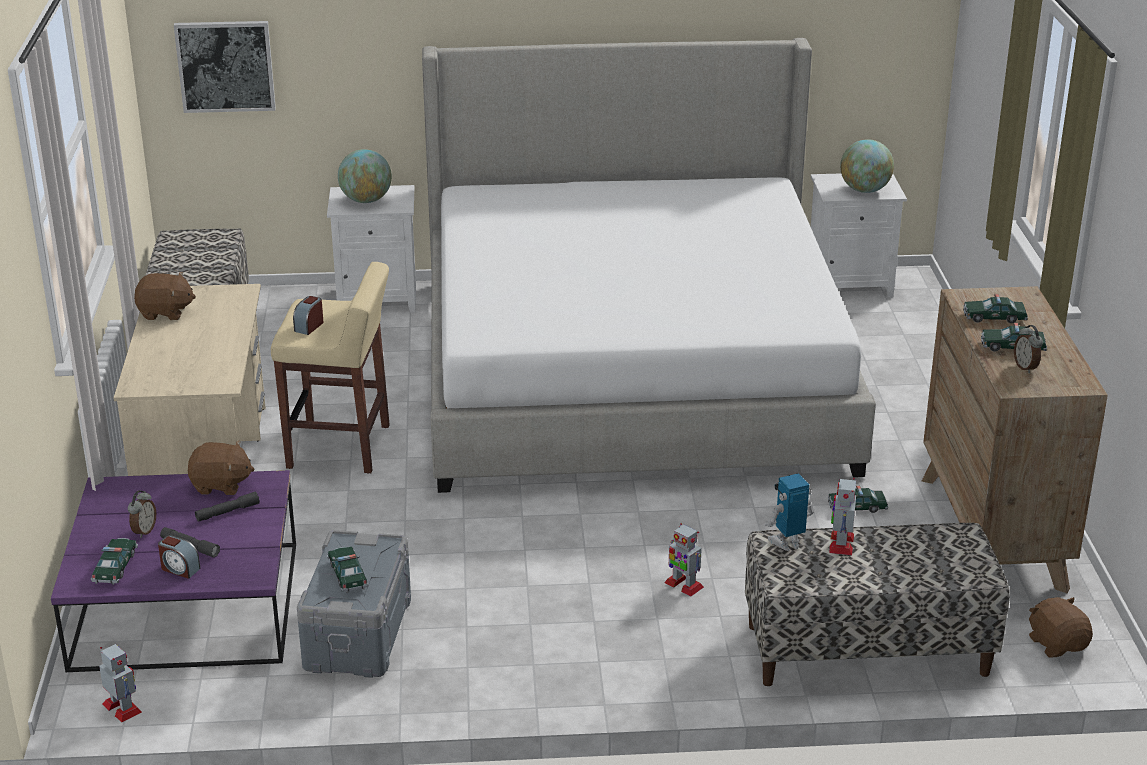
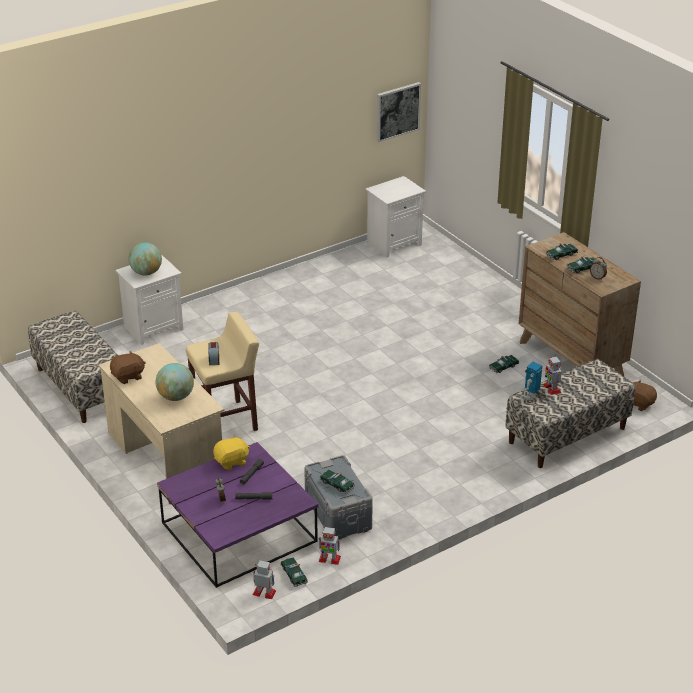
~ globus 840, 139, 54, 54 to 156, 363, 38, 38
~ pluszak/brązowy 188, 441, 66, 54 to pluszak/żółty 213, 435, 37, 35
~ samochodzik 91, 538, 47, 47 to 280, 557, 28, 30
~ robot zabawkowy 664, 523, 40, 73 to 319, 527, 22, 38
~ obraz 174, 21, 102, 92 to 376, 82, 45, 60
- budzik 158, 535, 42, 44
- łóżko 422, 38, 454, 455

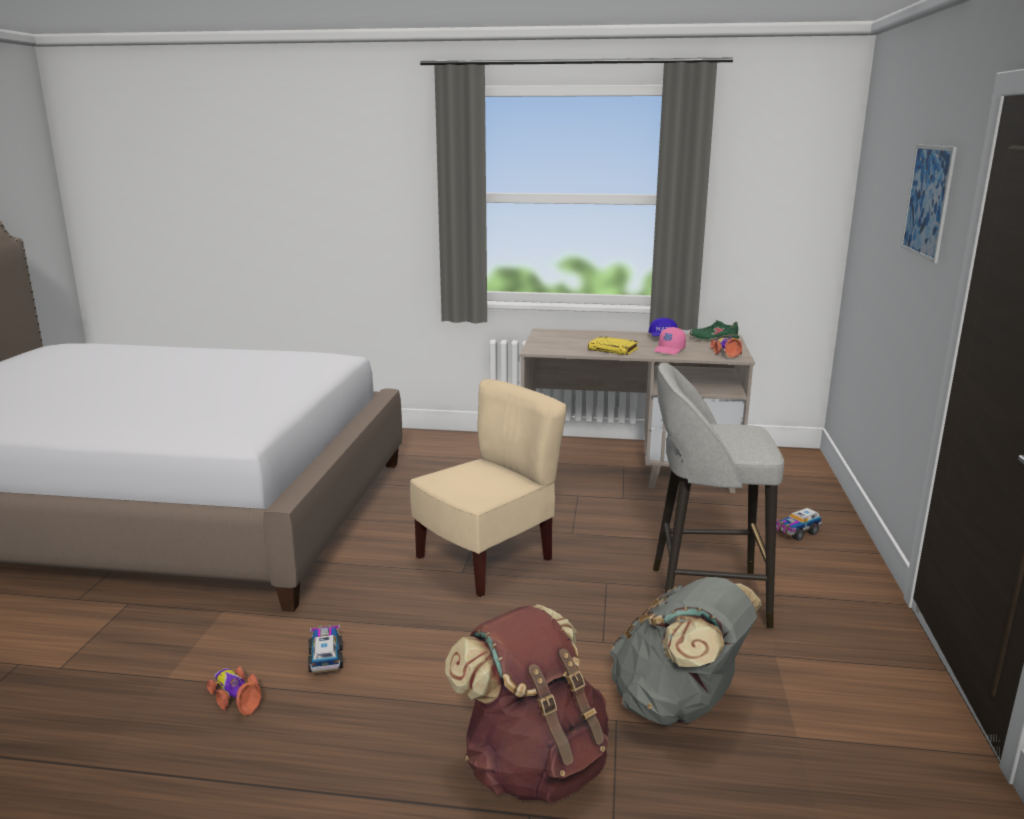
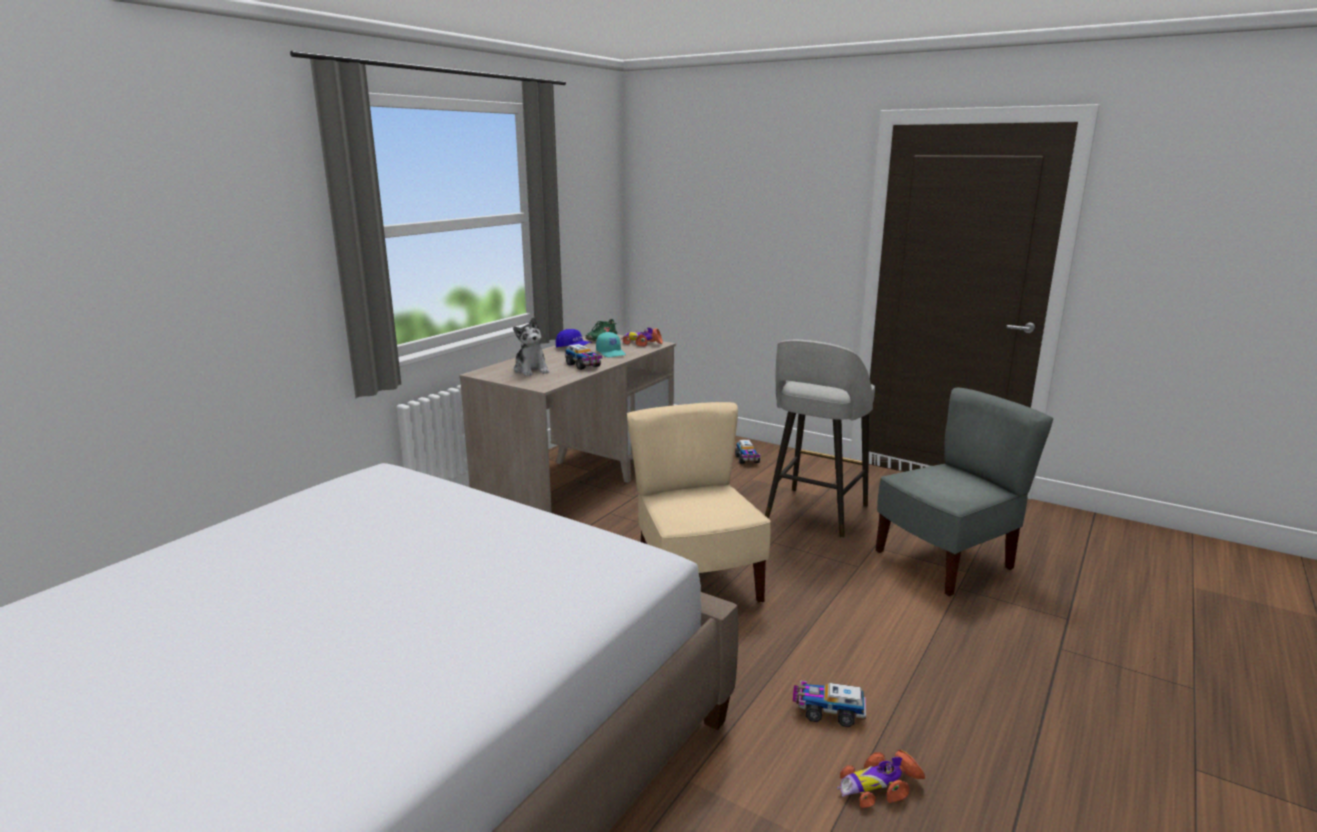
+ pluszak 513, 317, 36, 59
~ książka/żółty 588, 336, 51, 19 to ciężarówka zabawkowa 565, 344, 37, 26
~ czapka z daszkiem/różowy 654, 327, 32, 28 to czapka z daszkiem/turkusowy 596, 332, 30, 25
~ plecak/szary 610, 577, 152, 149 to krzesło/szary 876, 388, 177, 208
- plecak/brązowy 445, 604, 164, 199
- obraz 901, 144, 56, 119

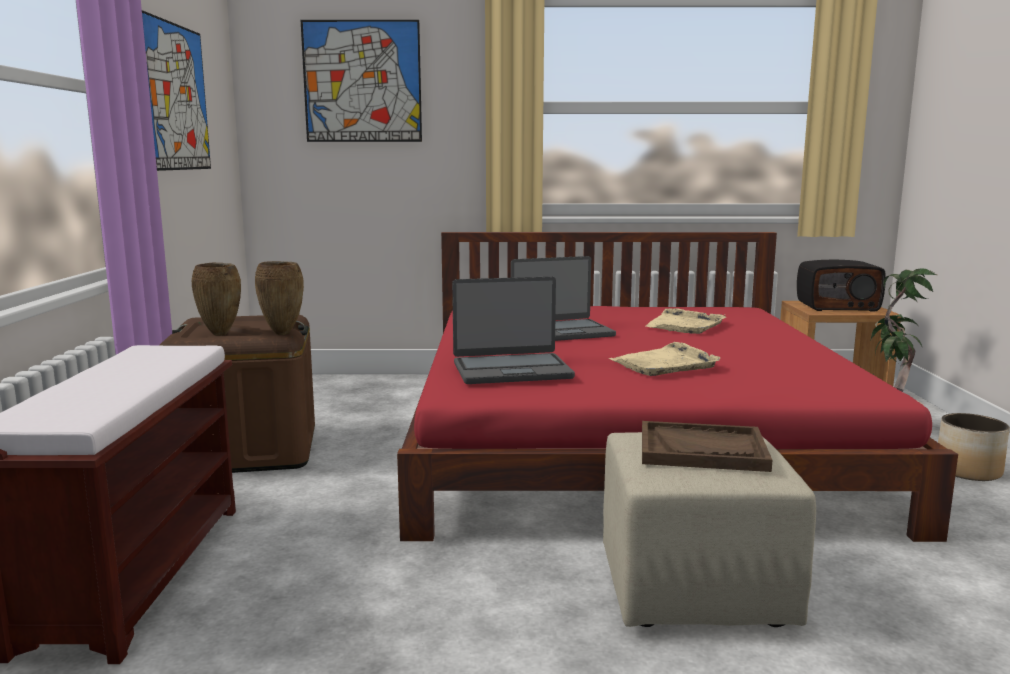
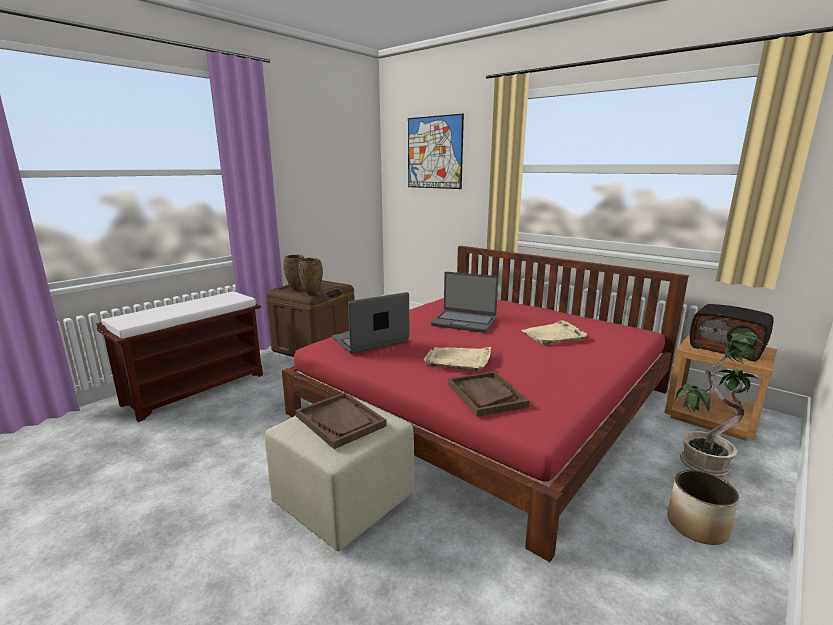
~ laptop 452, 277, 123, 107 = 332, 292, 77, 61 120 degrees clockwise
+ taca/brązowy 448, 371, 81, 46
- obraz 142, 10, 69, 161

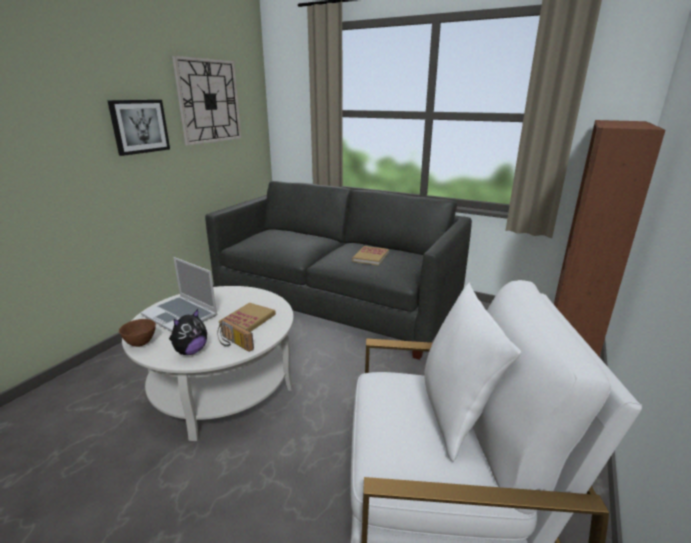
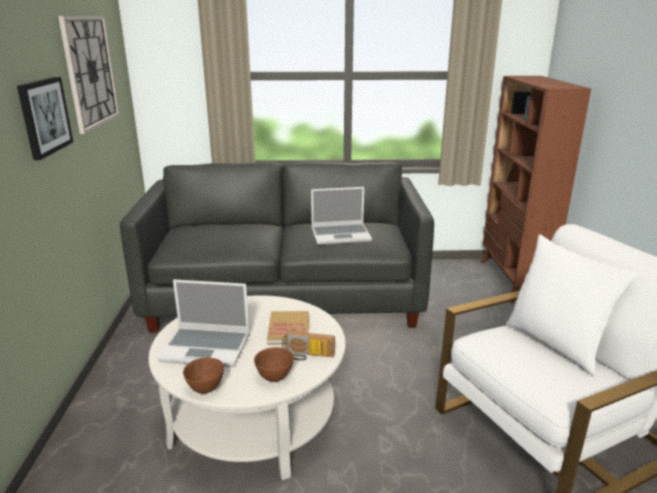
~ pluszak 169, 309, 38, 46 to miska/brązowy 254, 347, 40, 35
~ książka 352, 246, 37, 20 to laptop 311, 187, 61, 58

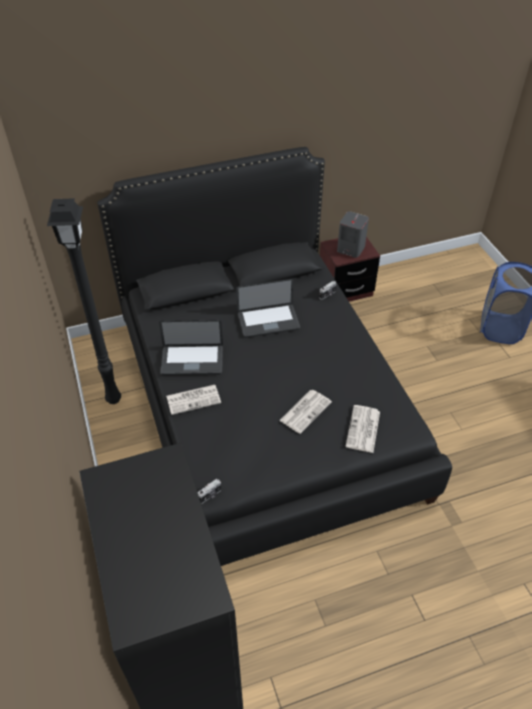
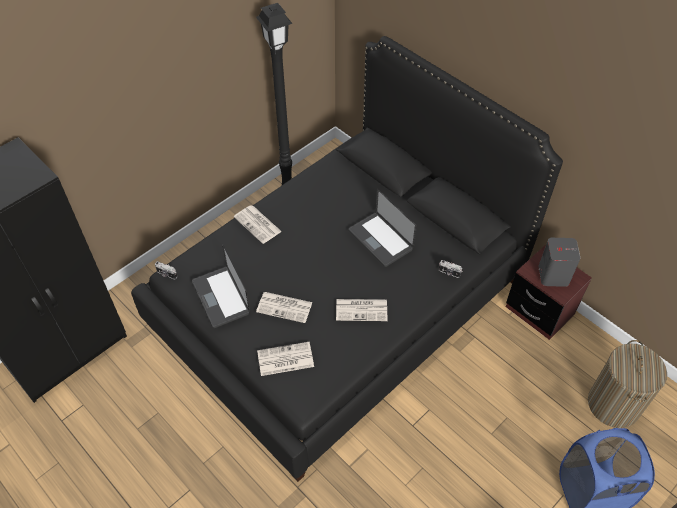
~ laptop 159, 320, 64, 55 to 192, 244, 58, 84
+ gazeta 336, 299, 51, 22
+ kosz na pranie 588, 340, 79, 88

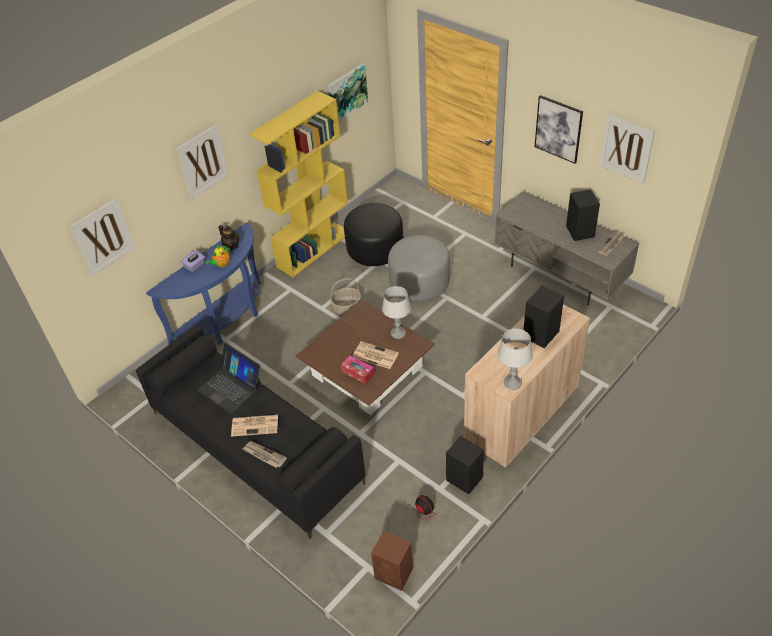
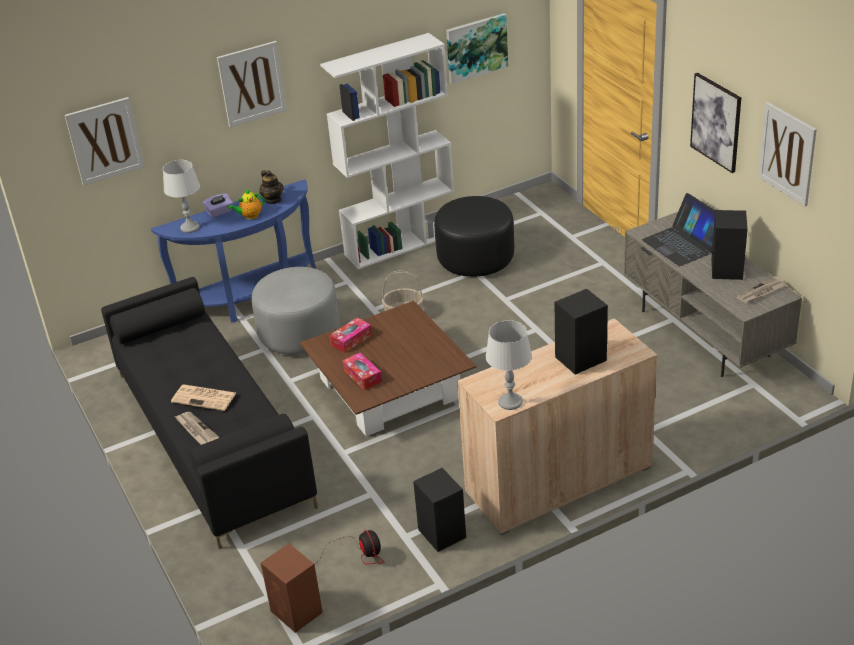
~ lampa stołowa/szary 382, 286, 29, 53 to 163, 160, 37, 73
~ pufa/szary 388, 235, 62, 67 to 251, 267, 89, 88
~ regał/żółty 249, 91, 99, 186 to regał/biały 320, 33, 134, 236
+ pudełko chusteczek 330, 318, 42, 35
~ laptop 197, 343, 65, 70 to 642, 193, 73, 74
- gazeta 353, 341, 46, 28

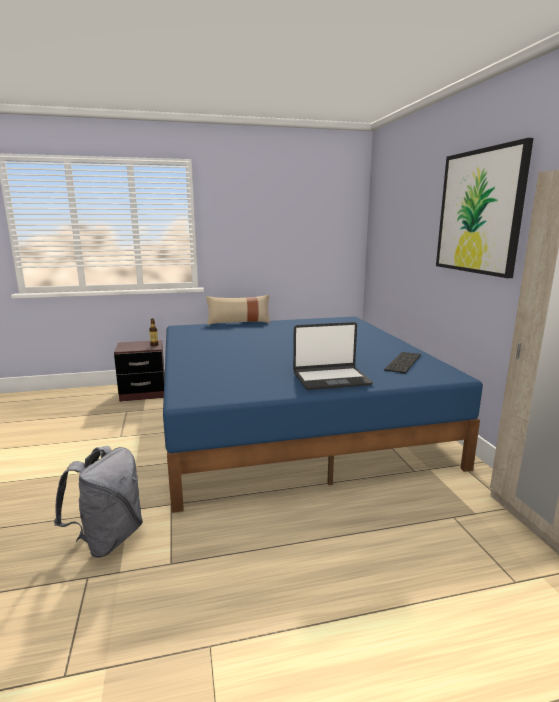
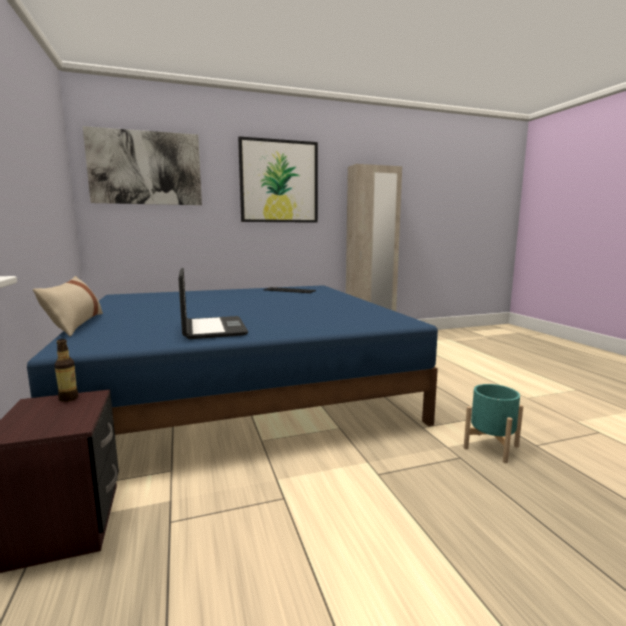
+ obraz 83, 126, 119, 79
~ laptop 293, 322, 80, 68 to 178, 268, 70, 71
~ plecak/szary 54, 446, 89, 112 to donica/turkusowy 464, 384, 59, 79

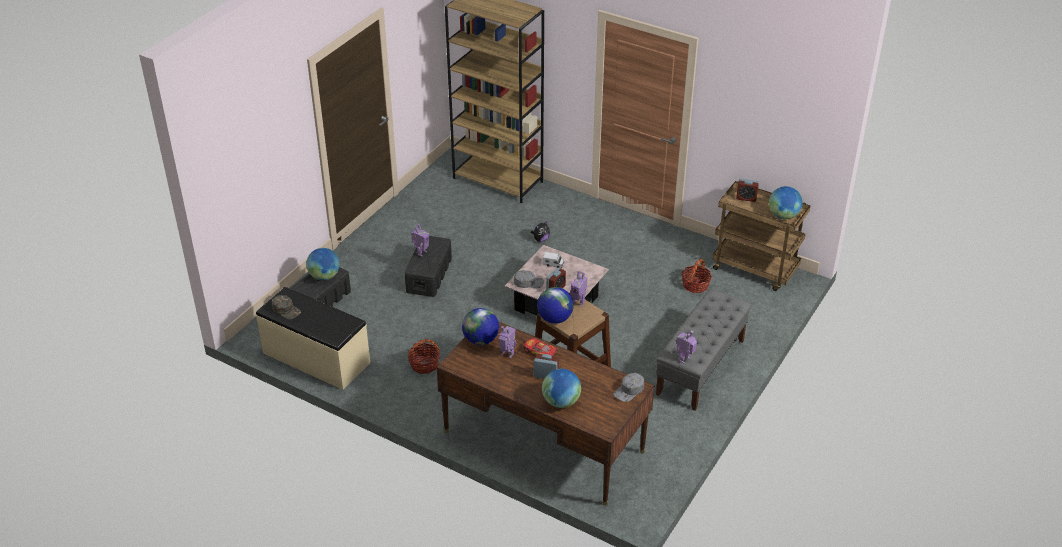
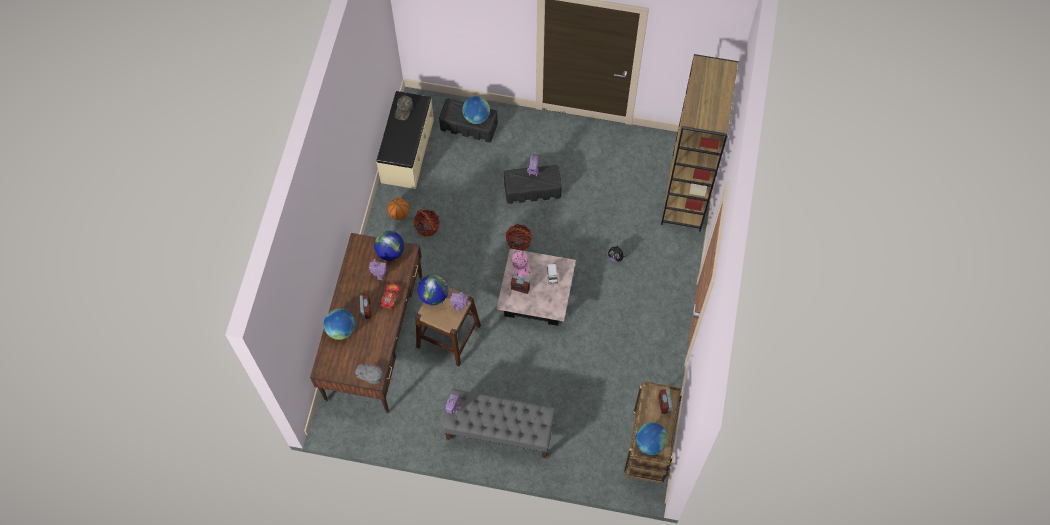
+ piłka do koszykówki 387, 198, 22, 22
~ koszyk 682, 259, 30, 34 to 505, 224, 27, 27
~ czapka z daszkiem/szary 514, 270, 30, 18 to czapka z daszkiem/różowy 512, 251, 18, 26

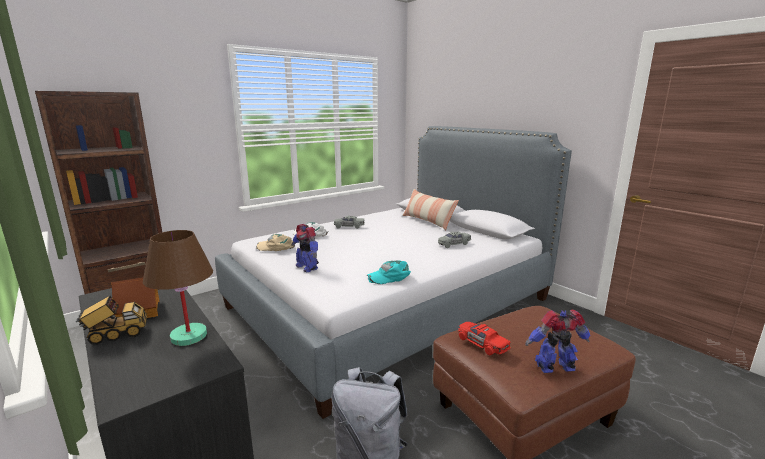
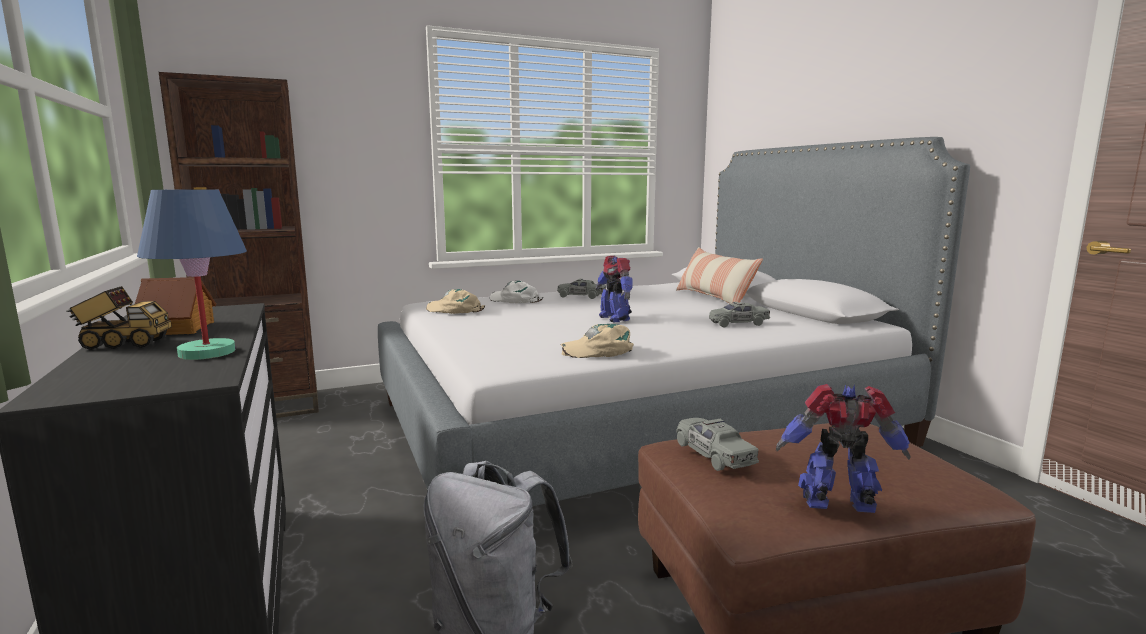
~ lampa stołowa/brązowy 143, 230, 70, 116 to lampa stołowa/niebieski 137, 190, 110, 170
~ czapka z daszkiem/turkusowy 367, 260, 44, 24 to czapka z daszkiem/beżowy 560, 324, 74, 34
~ robot zabawkowy 292, 224, 27, 48 to 596, 256, 36, 66
~ samochodzik/czerwony 458, 322, 52, 33 to samochodzik/szary 677, 418, 82, 53

